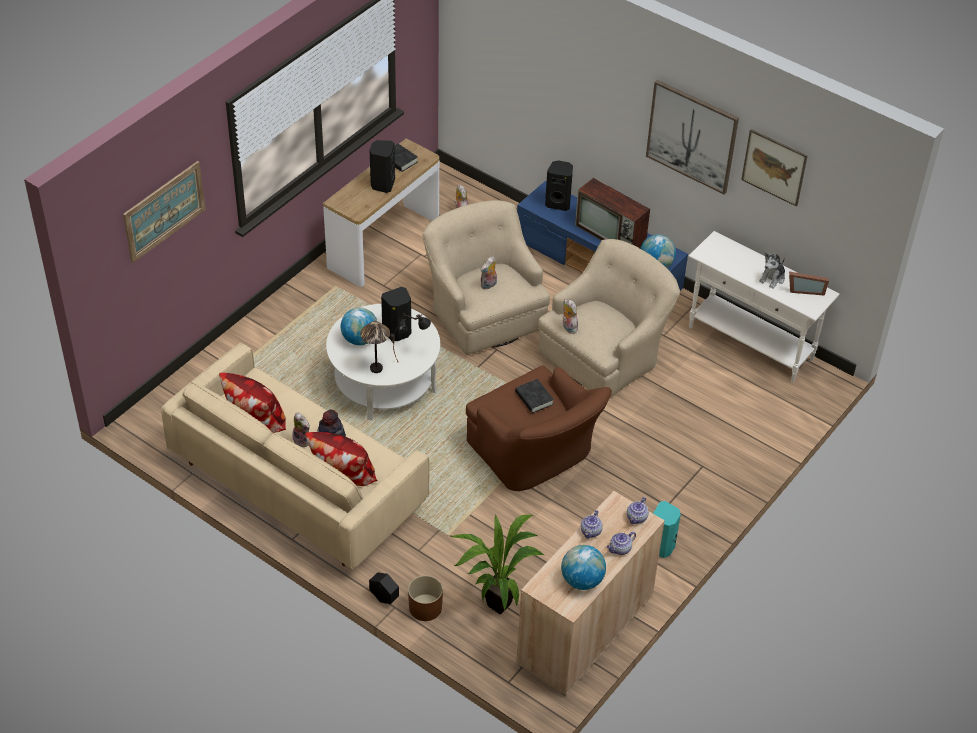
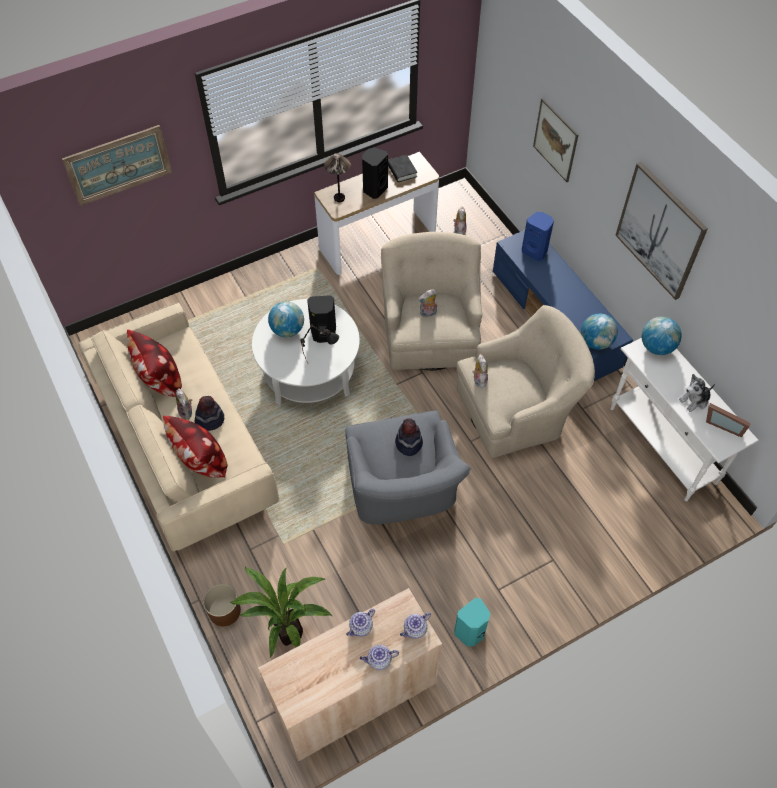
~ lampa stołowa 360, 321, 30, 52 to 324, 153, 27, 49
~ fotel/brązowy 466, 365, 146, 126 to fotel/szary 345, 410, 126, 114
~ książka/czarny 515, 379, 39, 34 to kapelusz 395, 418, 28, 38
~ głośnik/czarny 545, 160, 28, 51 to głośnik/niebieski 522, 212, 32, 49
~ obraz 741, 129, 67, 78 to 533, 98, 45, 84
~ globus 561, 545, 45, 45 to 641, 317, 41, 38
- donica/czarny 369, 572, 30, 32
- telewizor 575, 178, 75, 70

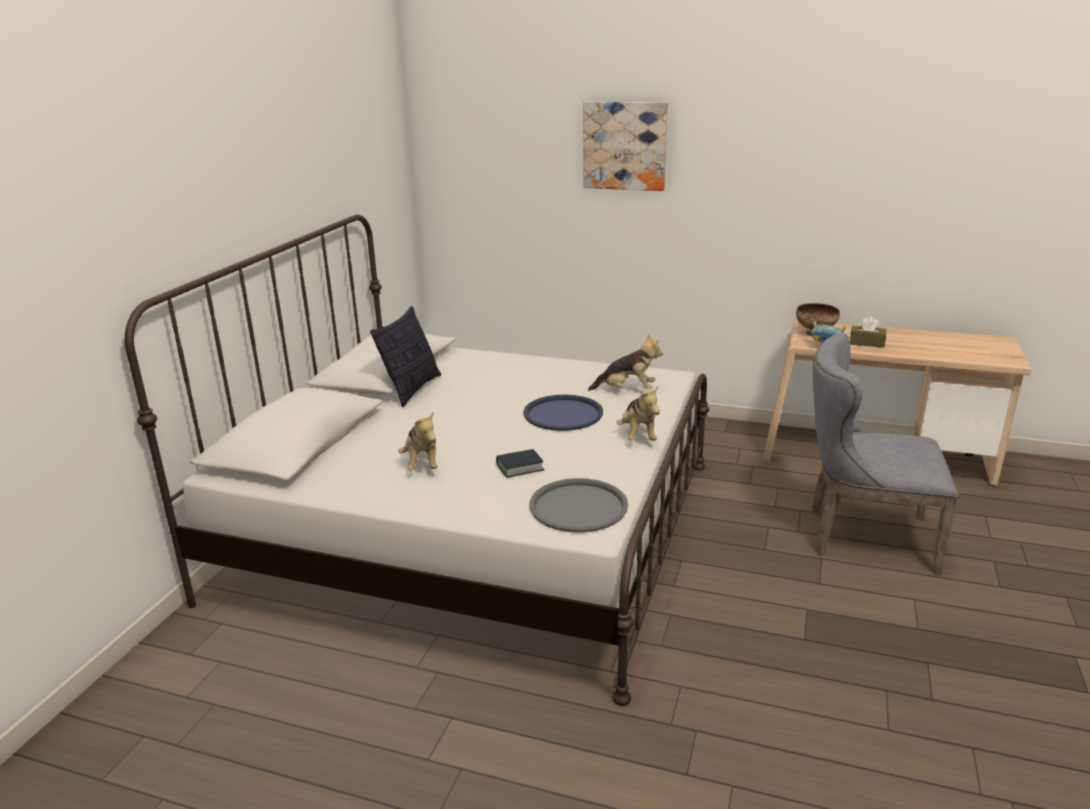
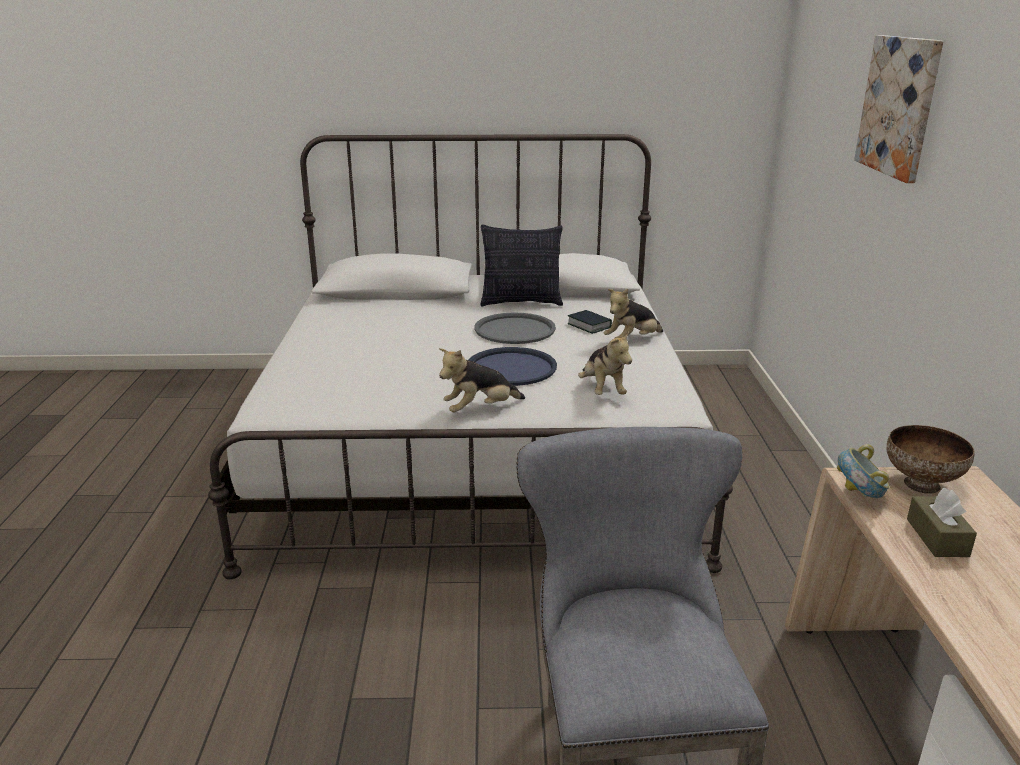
~ taca/szary 530, 478, 98, 55 to 475, 312, 81, 32
~ książka 496, 449, 48, 29 to 567, 310, 45, 24
~ pluszak 398, 411, 40, 59 to 604, 289, 59, 50

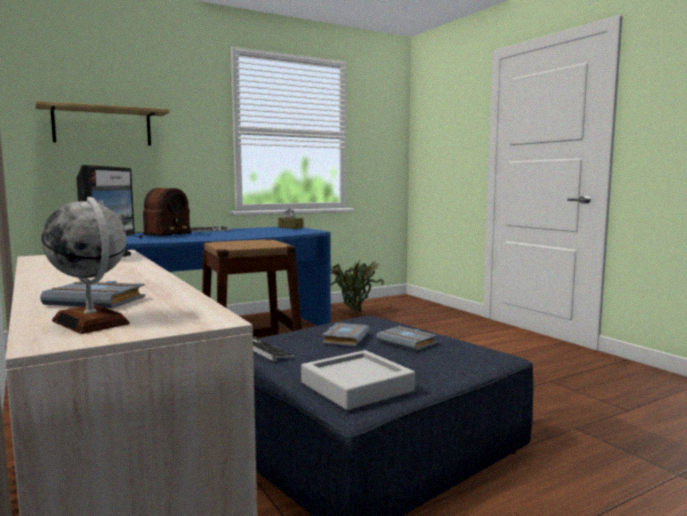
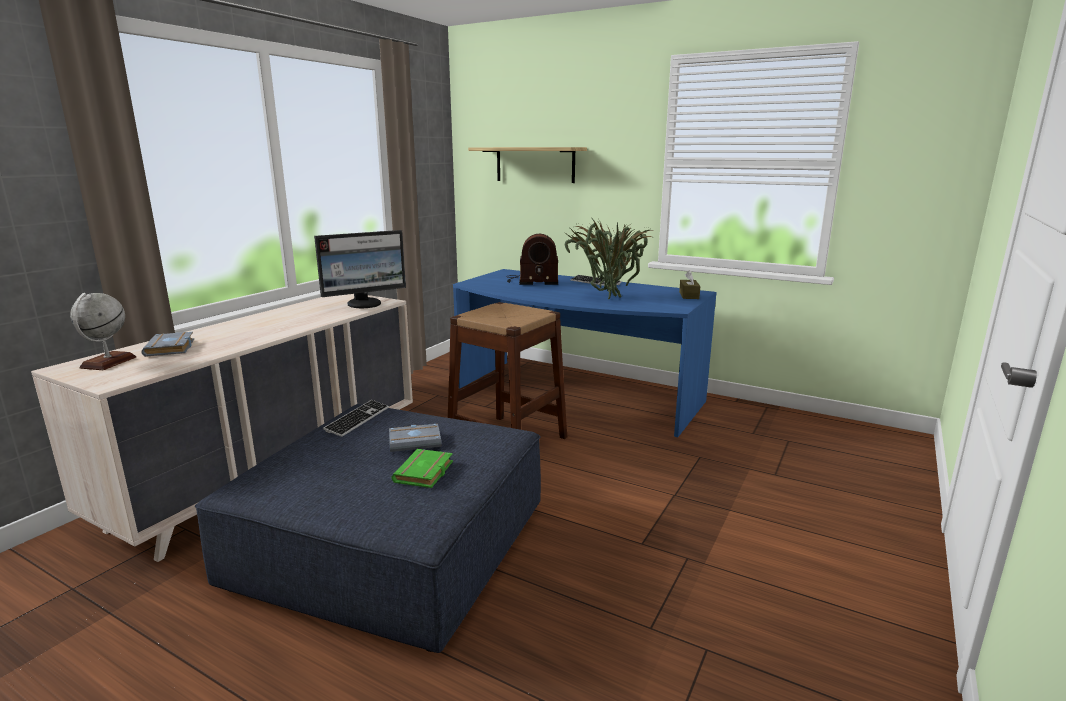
~ książka/szary 376, 326, 62, 25 to książka/zielony 391, 449, 62, 39
~ roślina doniczkowa 331, 259, 53, 56 to 565, 217, 88, 82
- taca/szary 301, 350, 114, 60

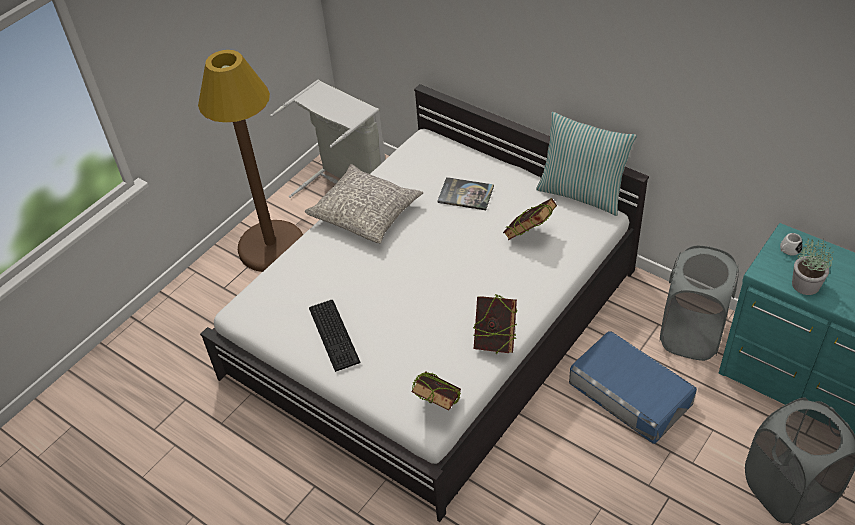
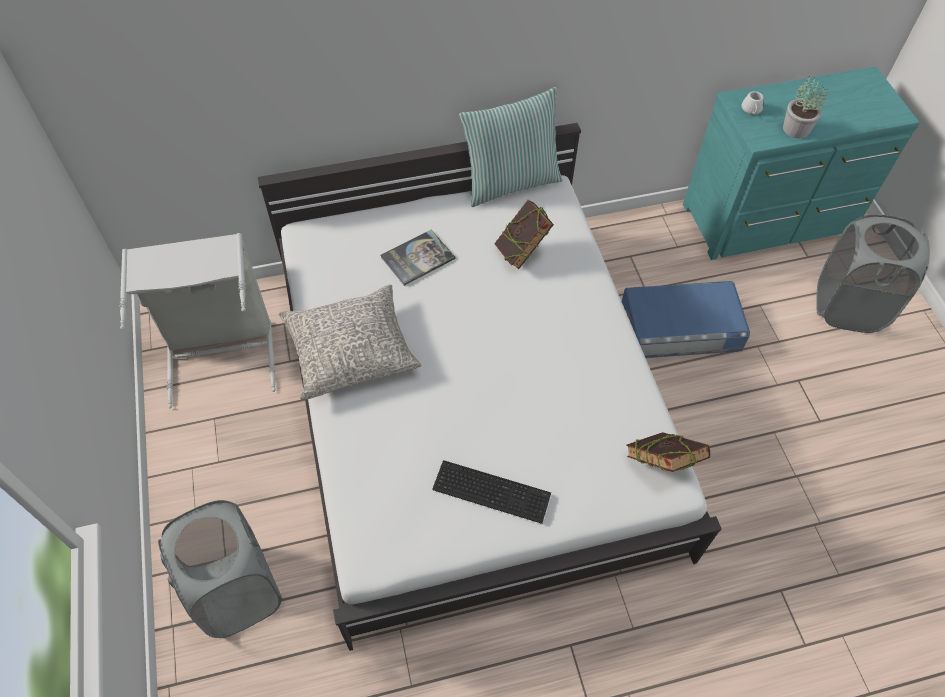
~ kosz na pranie/szary 660, 246, 79, 115 to 158, 500, 124, 138
- lampa stojąca/brązowy 198, 50, 105, 222
- książka 473, 294, 44, 60

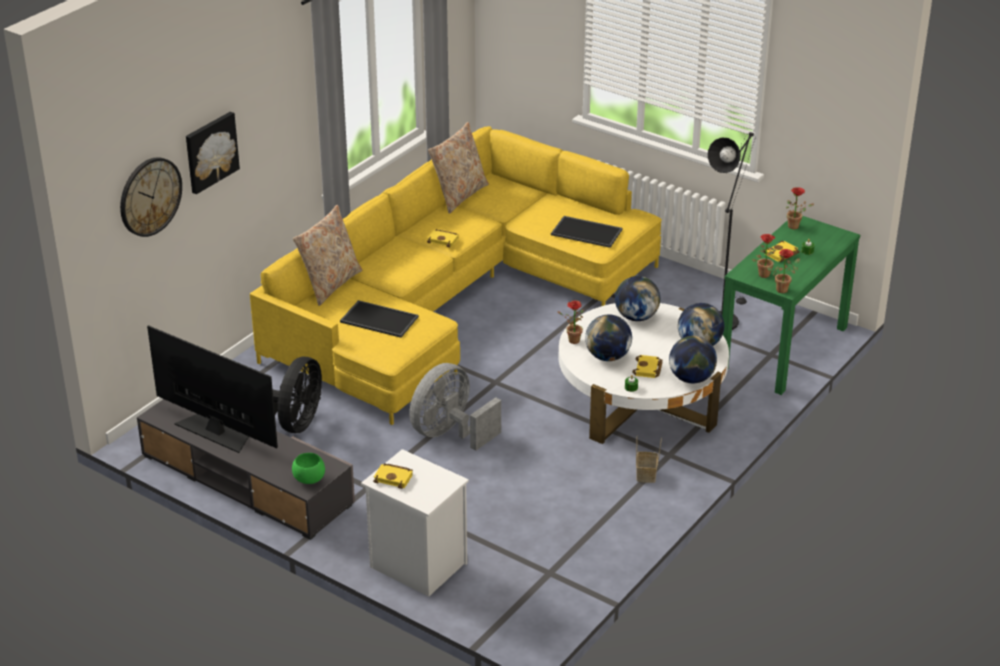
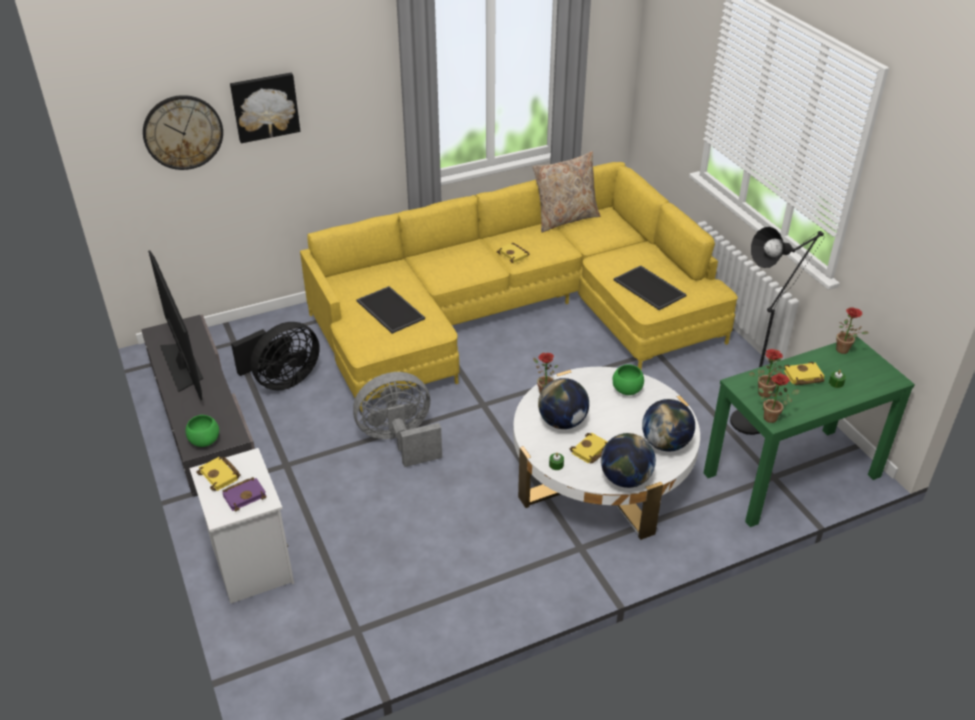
+ książka/fioletowy 223, 477, 43, 35
~ globus 615, 276, 45, 45 to miska/zielony 612, 365, 32, 30
- poduszka/beżowy 293, 205, 70, 101
- koszyk 636, 437, 26, 46

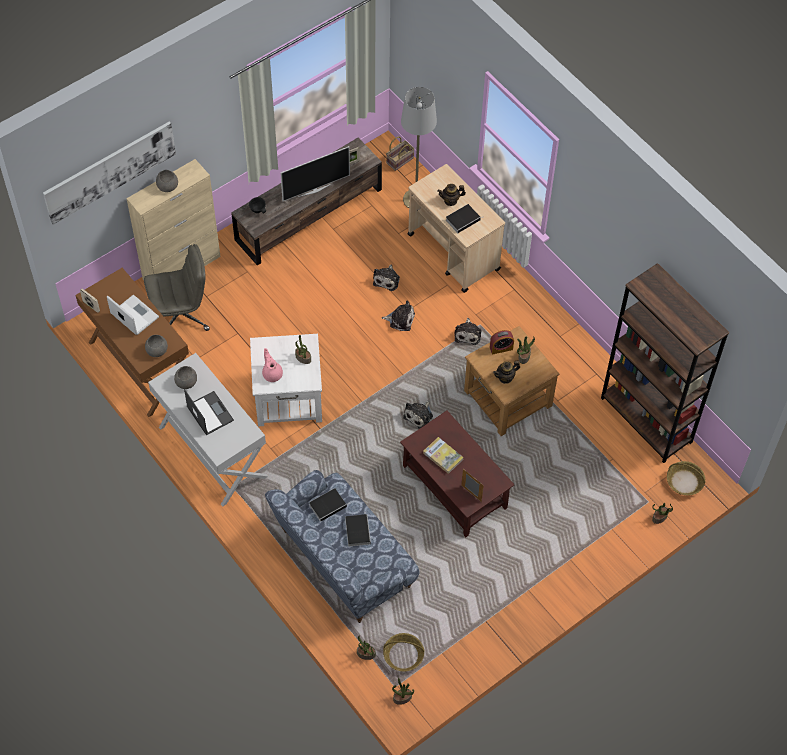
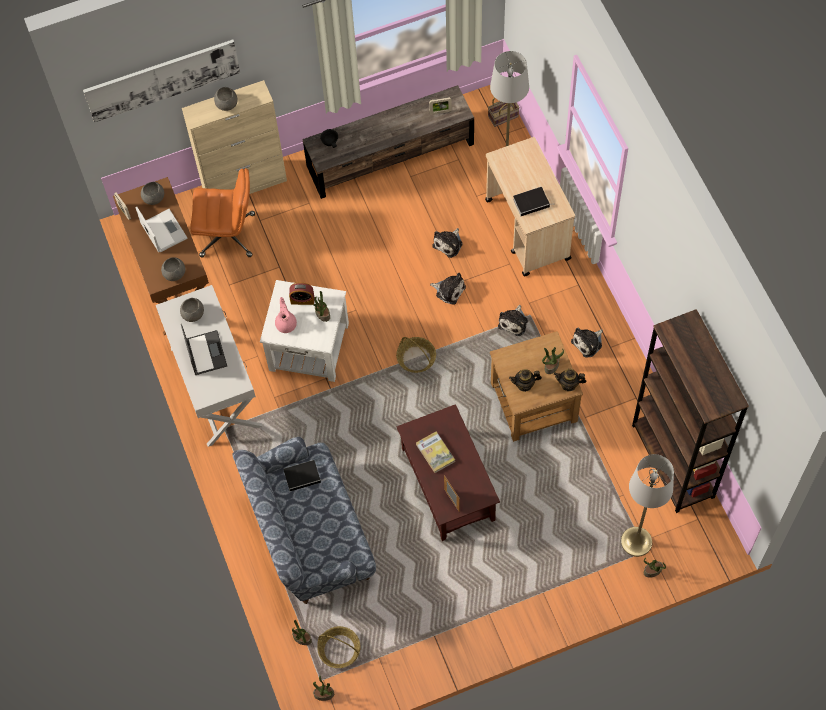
+ miska/szary 141, 182, 23, 23
~ krzesło biurowe/szary 144, 244, 66, 87 to krzesło biurowe/pomarańczowy 190, 168, 65, 89
~ budzik 490, 330, 24, 24 to 289, 283, 25, 22
~ koszyk 667, 461, 39, 34 to 396, 337, 40, 36
~ imbryk 437, 184, 29, 22 to 554, 369, 32, 22
~ pluszak 403, 401, 30, 28 to 571, 328, 32, 30
+ lampa stojąca/szary 621, 454, 53, 103
- telewizor 280, 146, 70, 55
- książka 345, 512, 26, 35

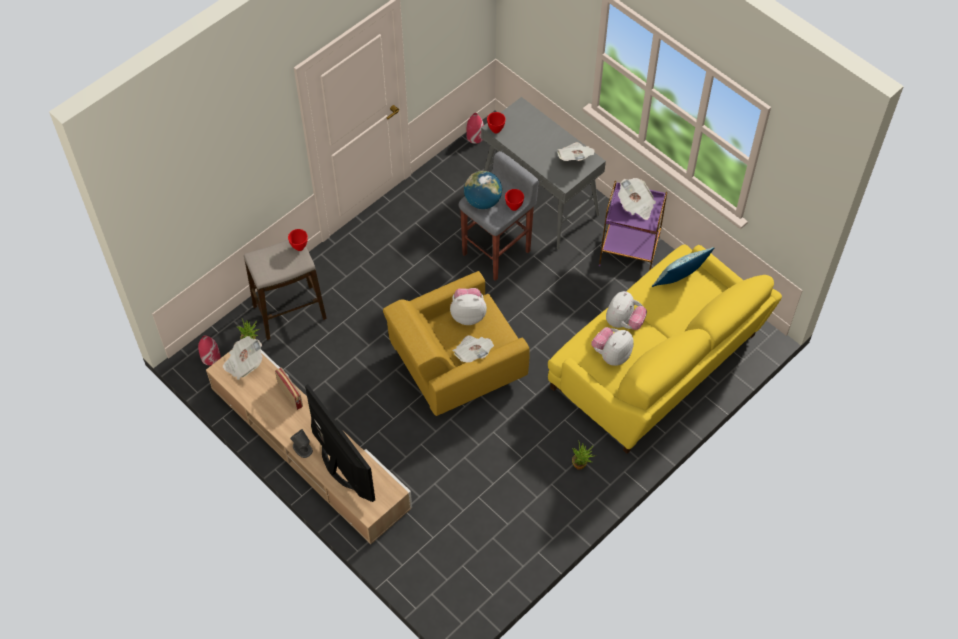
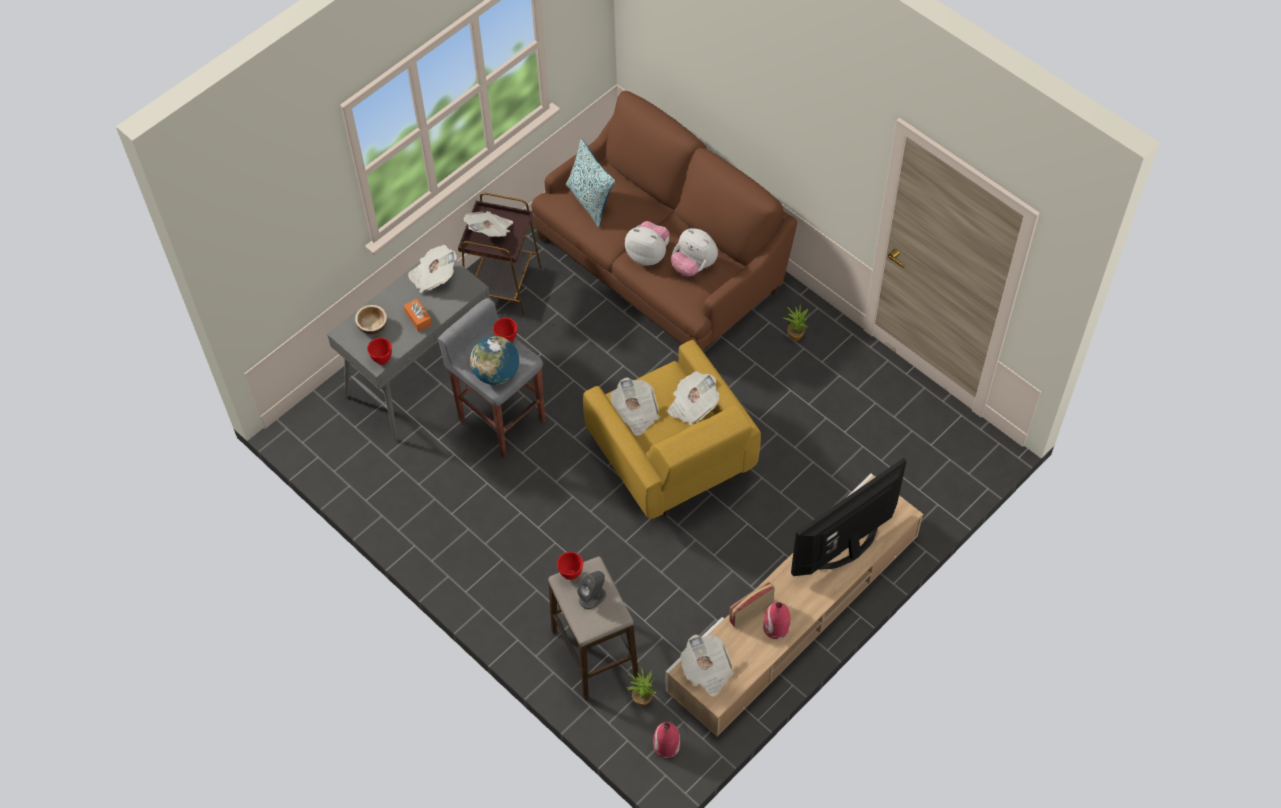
+ miska 355, 305, 32, 29
+ pudełko chusteczek/pomarańczowy 404, 298, 28, 34
~ stolik/fioletowy 599, 181, 68, 90 to stolik/brązowy 458, 193, 83, 122
~ kanapa/żółty 548, 245, 234, 209 to kanapa/brązowy 531, 91, 266, 260
~ głośnik/szary 290, 429, 23, 29 to 577, 571, 29, 38
~ pluszak 450, 288, 37, 37 to gazeta 610, 377, 50, 59
~ wazon/czerwony 466, 113, 18, 31 to 763, 602, 28, 37

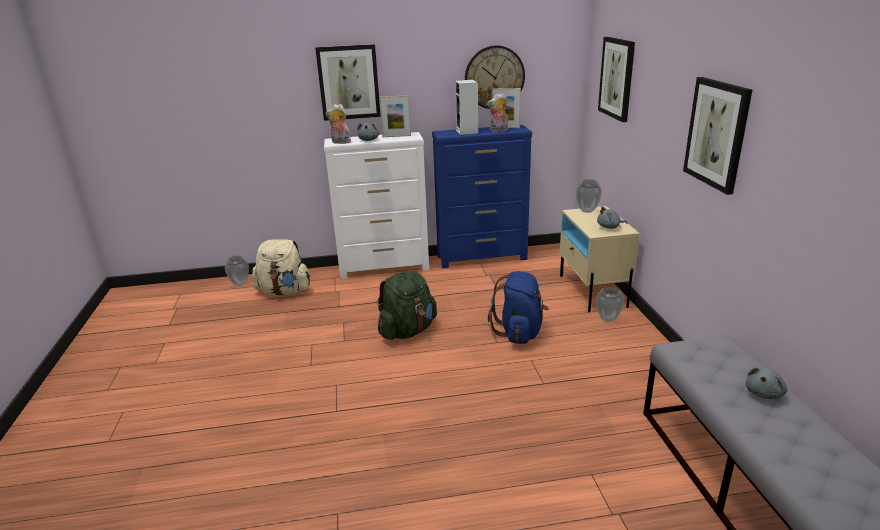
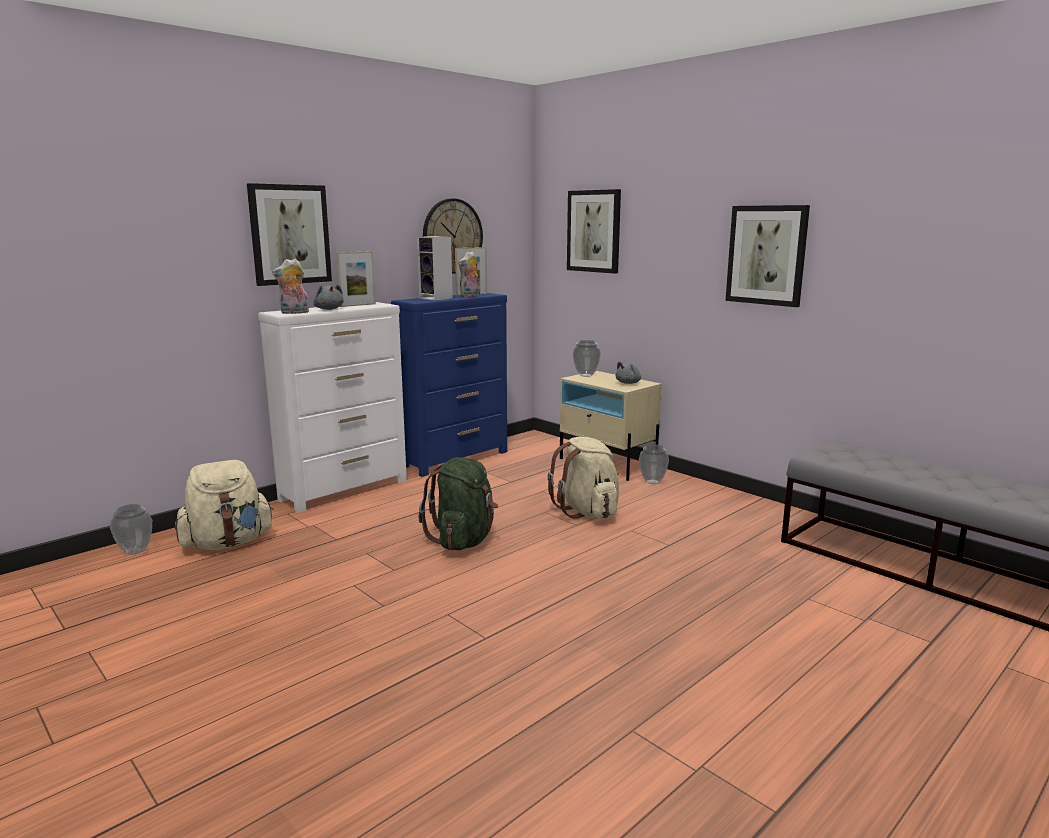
~ plecak/niebieski 488, 271, 61, 73 to plecak/beżowy 548, 437, 71, 82
- pluszak/szary 746, 367, 41, 32

